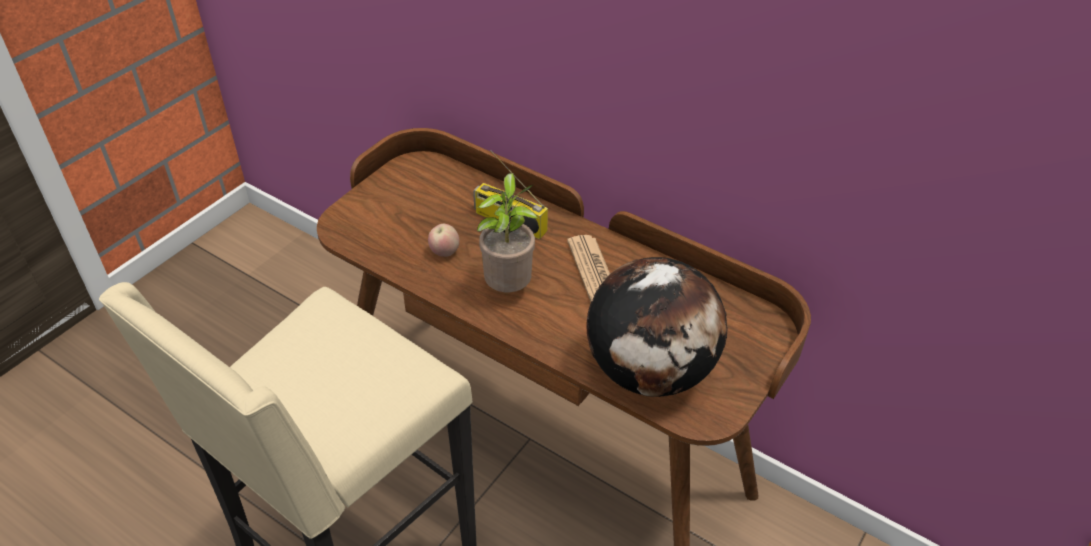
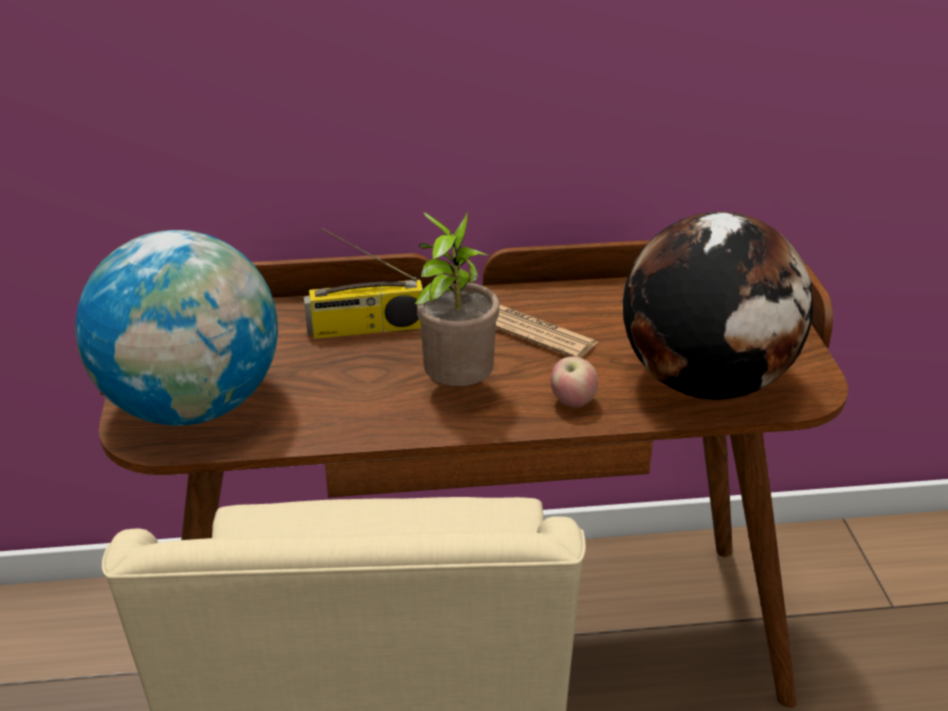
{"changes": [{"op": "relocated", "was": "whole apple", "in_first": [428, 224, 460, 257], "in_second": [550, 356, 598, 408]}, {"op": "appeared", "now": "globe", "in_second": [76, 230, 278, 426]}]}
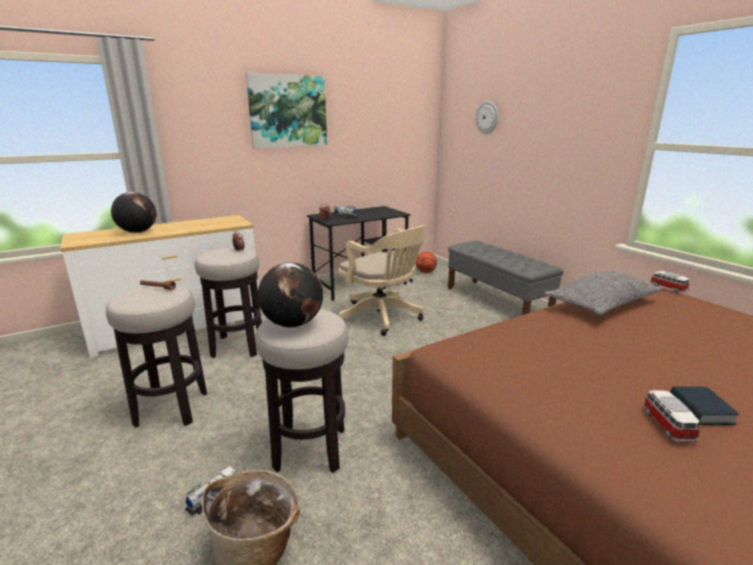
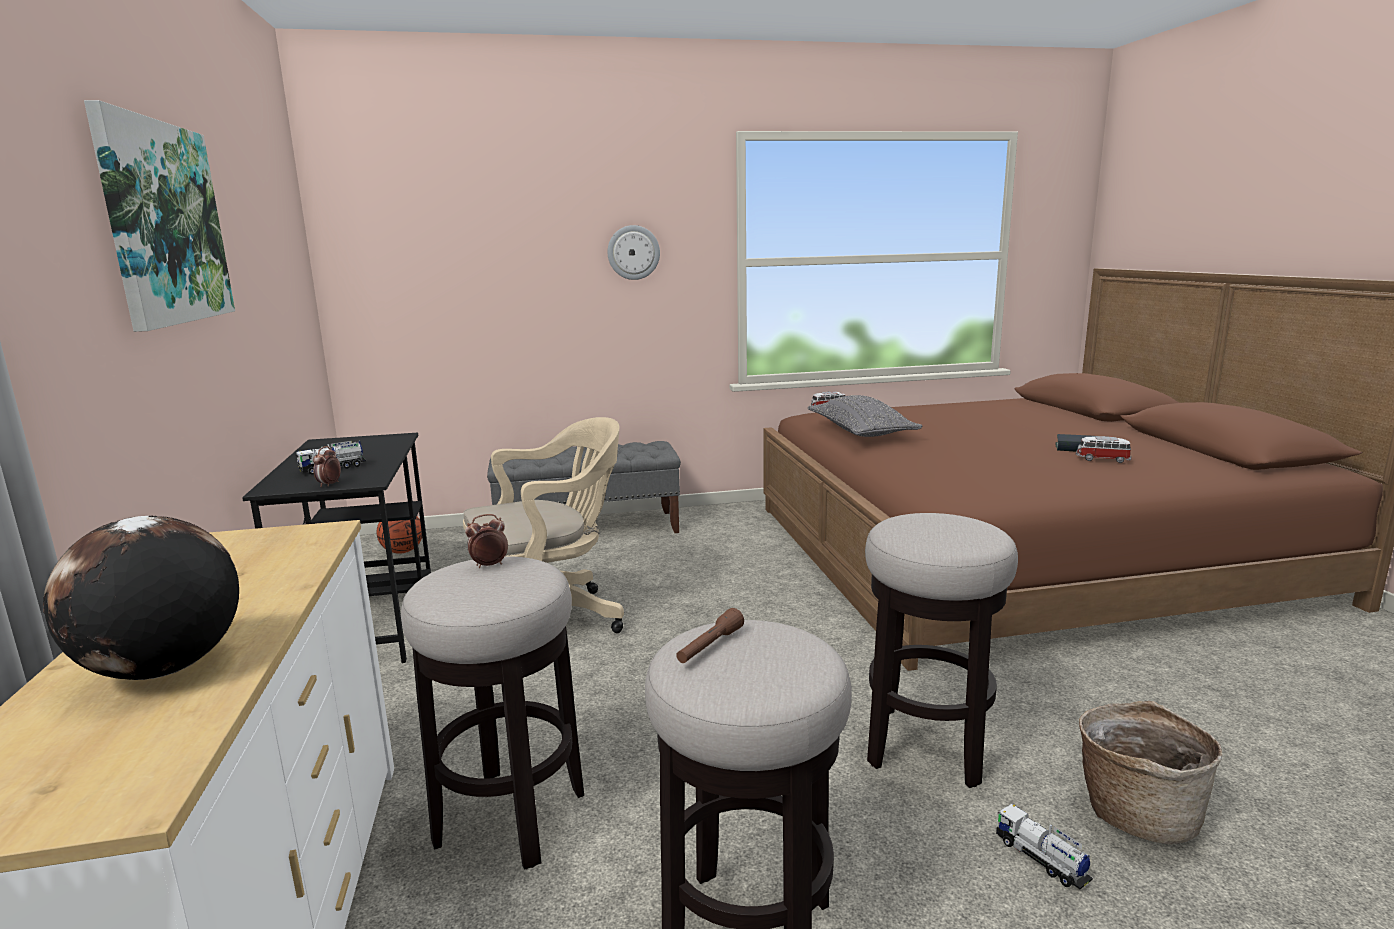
{"changes": [{"op": "missing", "was": "globe", "in_first": [258, 262, 323, 328]}, {"op": "relocated", "was": "clock on the wall", "in_first": [476, 101, 498, 134], "in_second": [607, 225, 660, 280]}]}
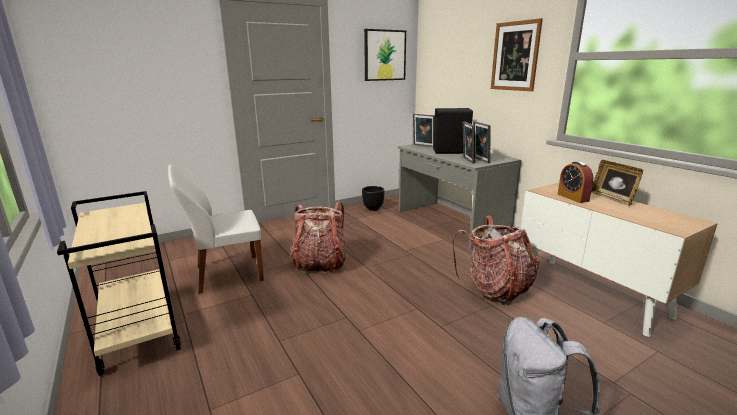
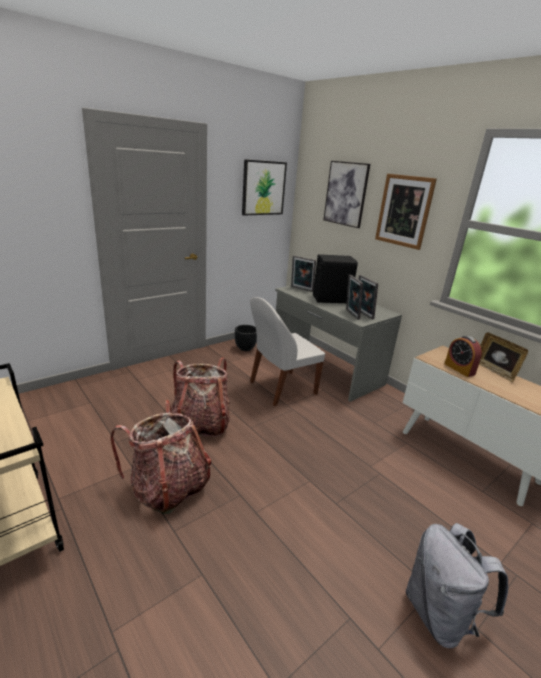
{"changes": [{"op": "relocated", "was": "white plain chair", "in_first": [168, 165, 264, 294], "in_second": [250, 297, 325, 406]}, {"op": "relocated", "was": "backpack", "in_first": [452, 215, 540, 305], "in_second": [110, 400, 211, 514]}, {"op": "appeared", "now": "wall picture", "in_second": [323, 161, 370, 228]}]}
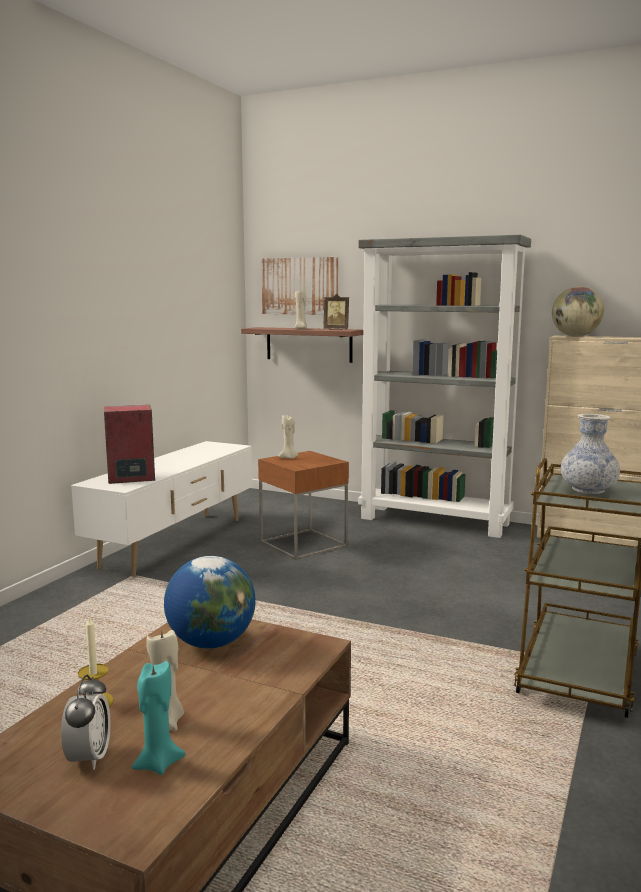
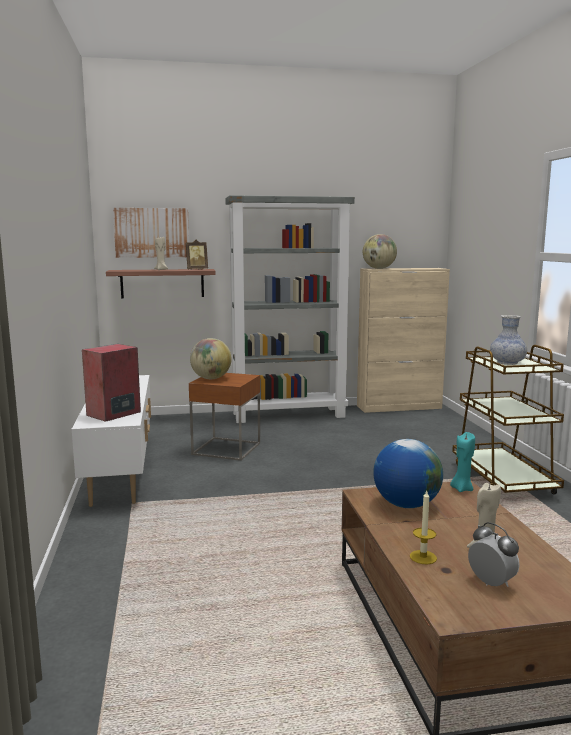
{"changes": [{"op": "relocated", "was": "turquoise-coloured candle", "in_first": [132, 661, 185, 775], "in_second": [450, 432, 475, 492]}, {"op": "exchanged", "was": "beige candle", "now": "globe", "in_first": [279, 415, 298, 459], "in_second": [190, 338, 232, 379]}]}
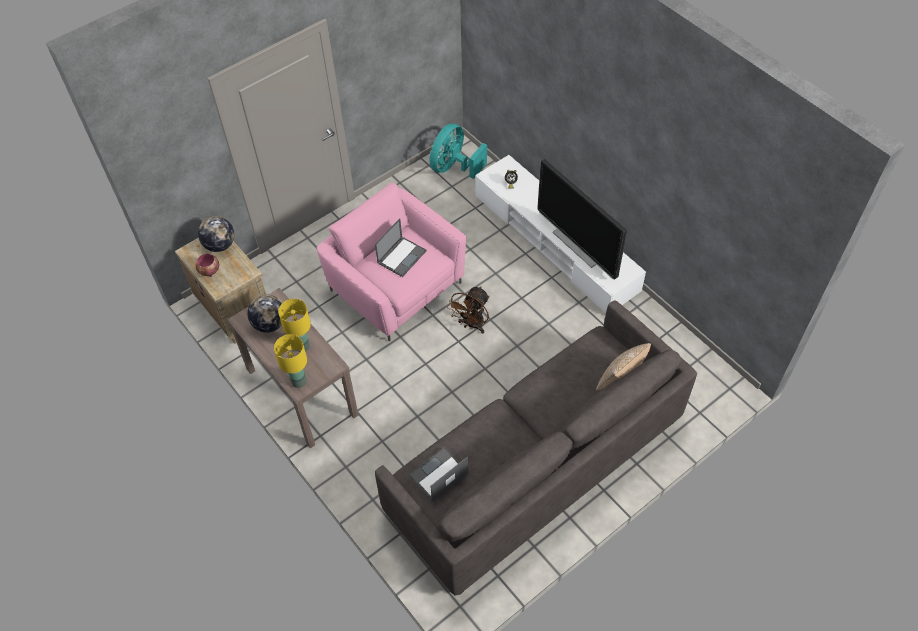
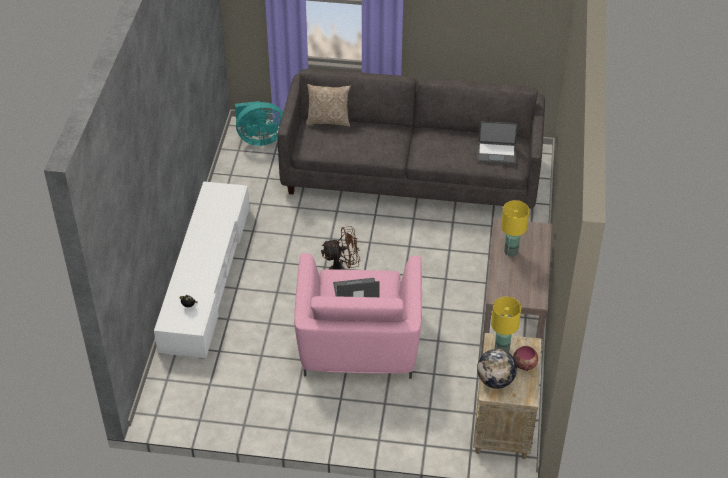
{"changes": [{"op": "missing", "was": "globe", "in_first": [247, 294, 283, 333]}, {"op": "relocated", "was": "yellow tabletop lamp", "in_first": [274, 334, 307, 388], "in_second": [491, 297, 521, 352]}, {"op": "relocated", "was": "turquoise-coloured fan", "in_first": [430, 123, 487, 179], "in_second": [235, 101, 283, 146]}, {"op": "missing", "was": "television", "in_first": [537, 159, 627, 279]}]}
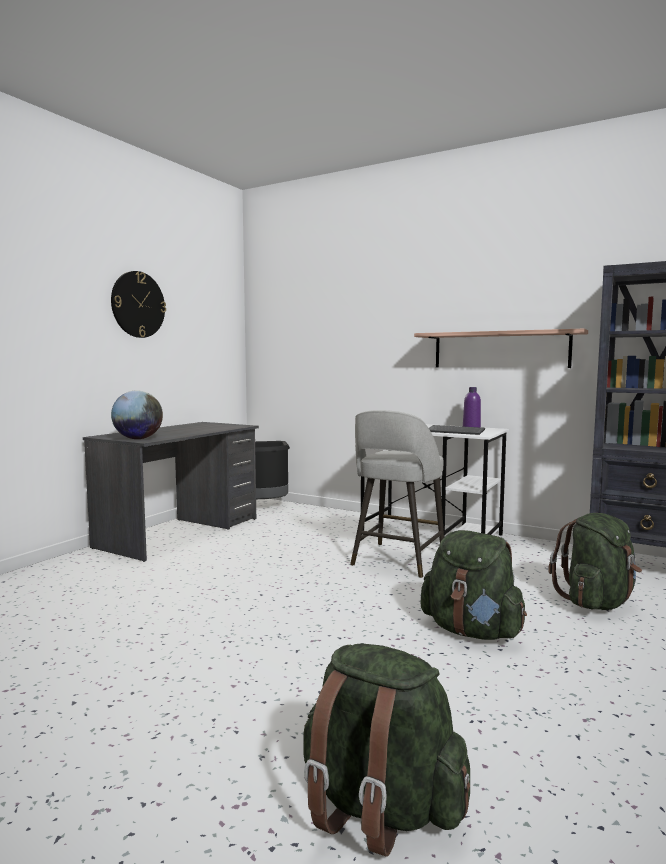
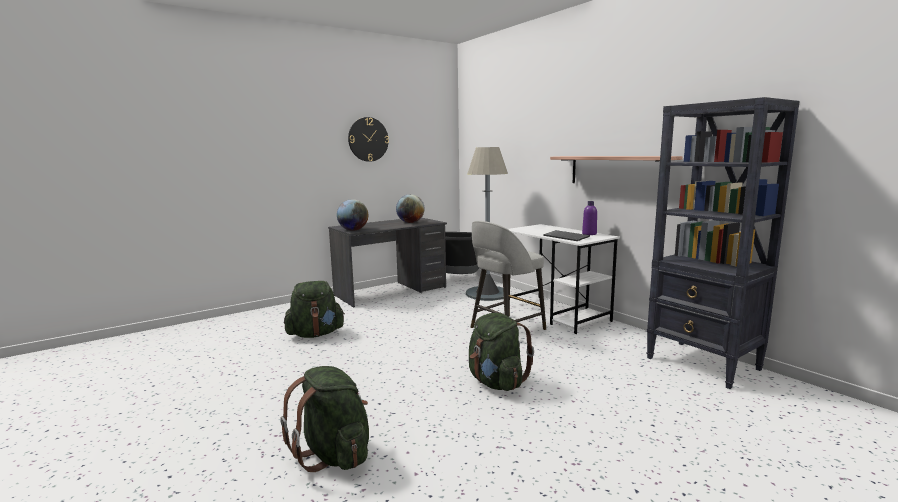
{"changes": [{"op": "relocated", "was": "green backpack", "in_first": [549, 513, 642, 610], "in_second": [284, 281, 345, 338]}, {"op": "appeared", "now": "globe", "in_second": [396, 194, 425, 223]}, {"op": "appeared", "now": "greyish floor lamp", "in_second": [466, 147, 508, 301]}]}
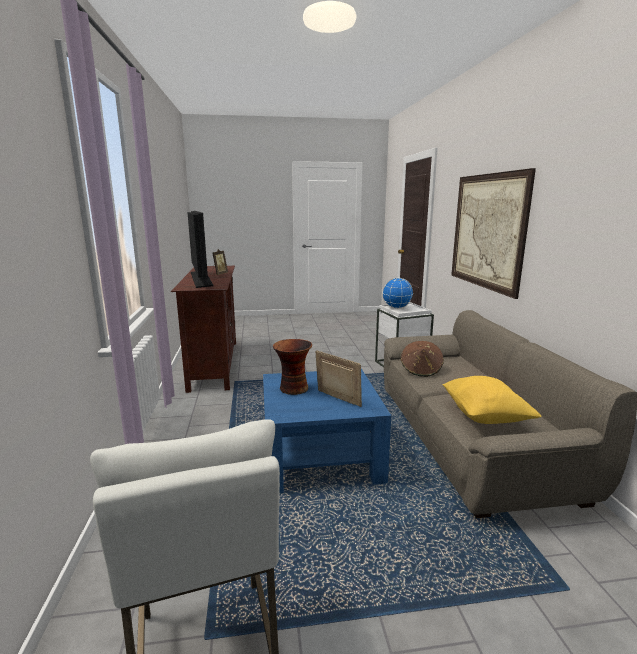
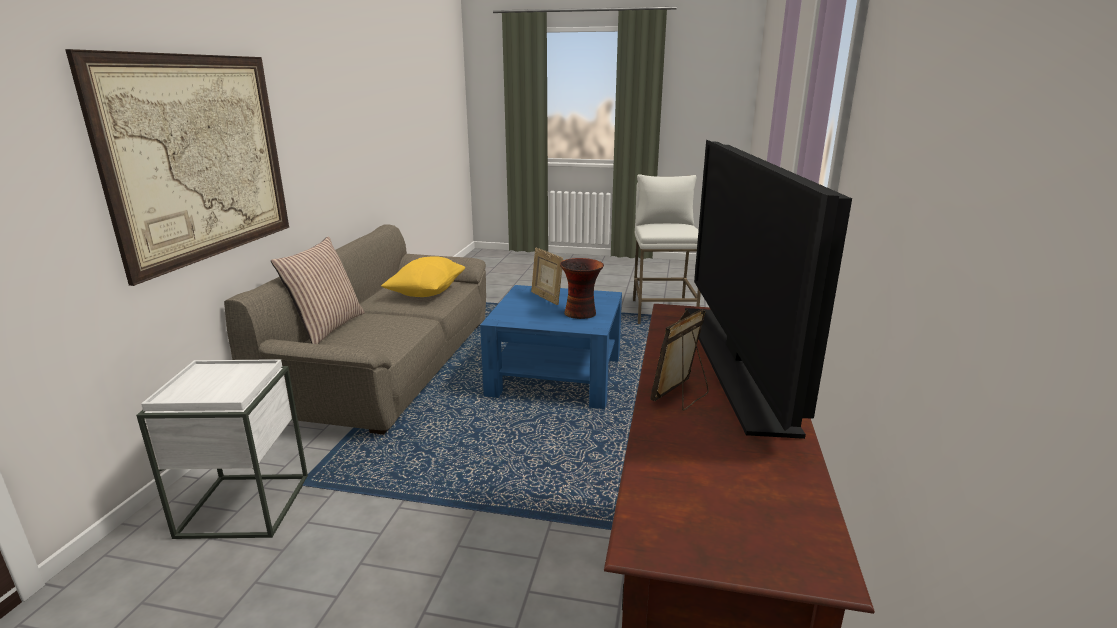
{"changes": [{"op": "missing", "was": "globe", "in_first": [382, 278, 413, 308]}, {"op": "missing", "was": "brown hat", "in_first": [400, 341, 444, 377]}, {"op": "appeared", "now": "throw pillow", "in_second": [271, 236, 365, 344]}]}
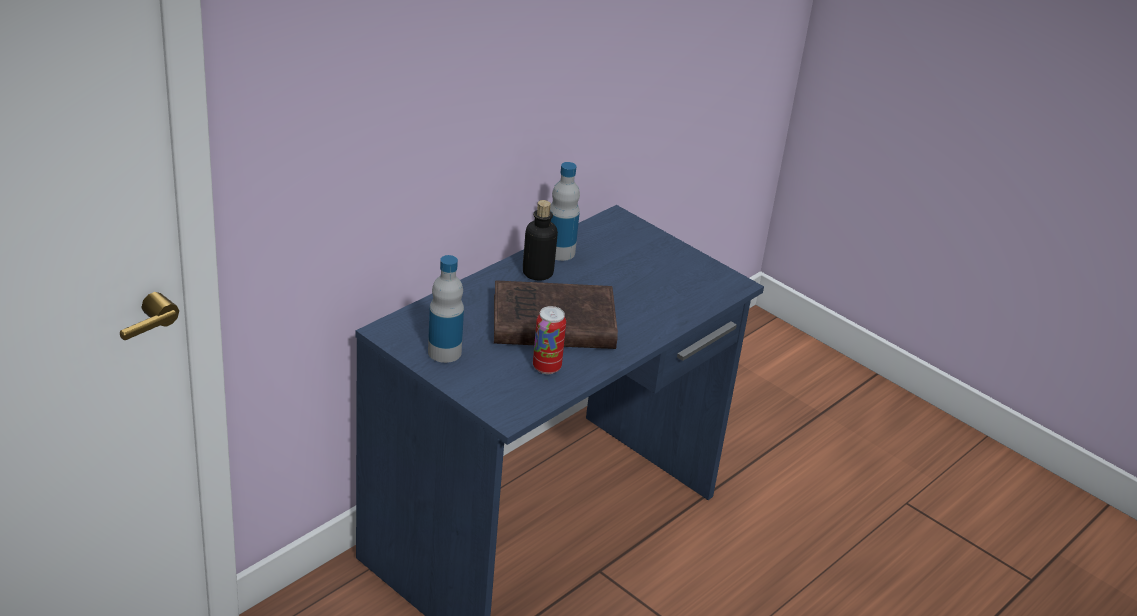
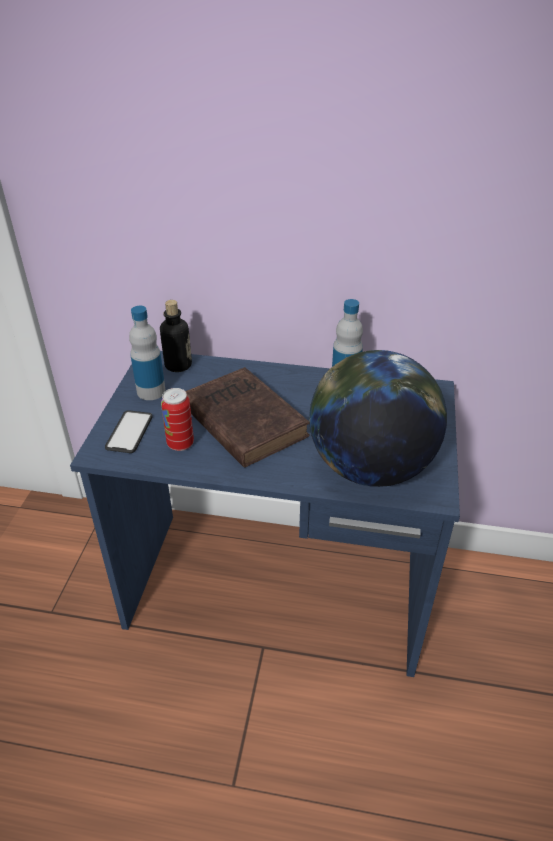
{"changes": [{"op": "relocated", "was": "beverage bottle", "in_first": [523, 200, 558, 280], "in_second": [160, 300, 192, 372]}, {"op": "appeared", "now": "phone", "in_second": [105, 410, 153, 453]}, {"op": "appeared", "now": "globe", "in_second": [309, 350, 447, 487]}]}
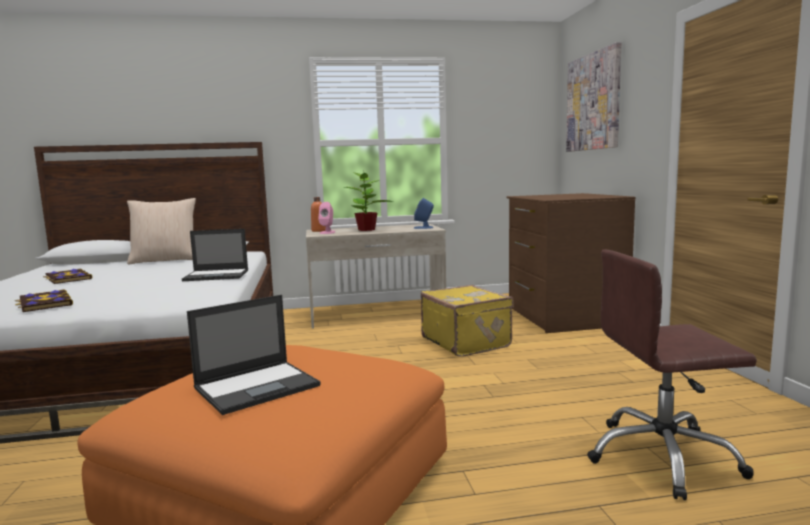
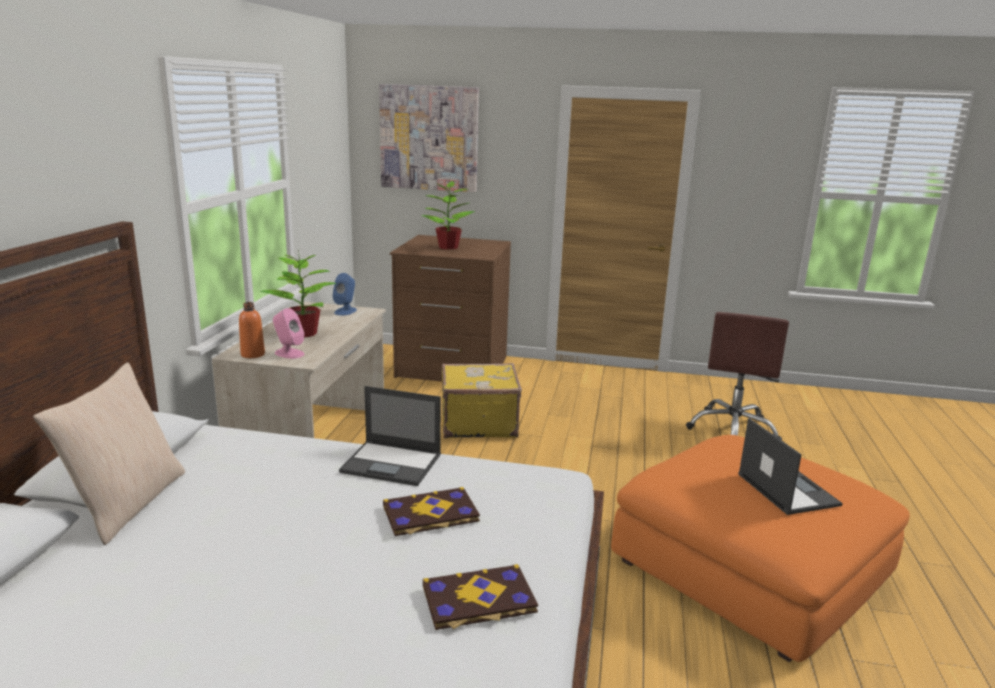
{"changes": [{"op": "relocated", "was": "volume", "in_first": [43, 269, 93, 284], "in_second": [383, 487, 480, 536]}, {"op": "spun", "was": "notebook computer", "in_first": [182, 229, 248, 281], "in_second": [339, 386, 441, 486], "clockwise": 90}, {"op": "appeared", "now": "potted plant", "in_second": [421, 181, 475, 250]}]}
